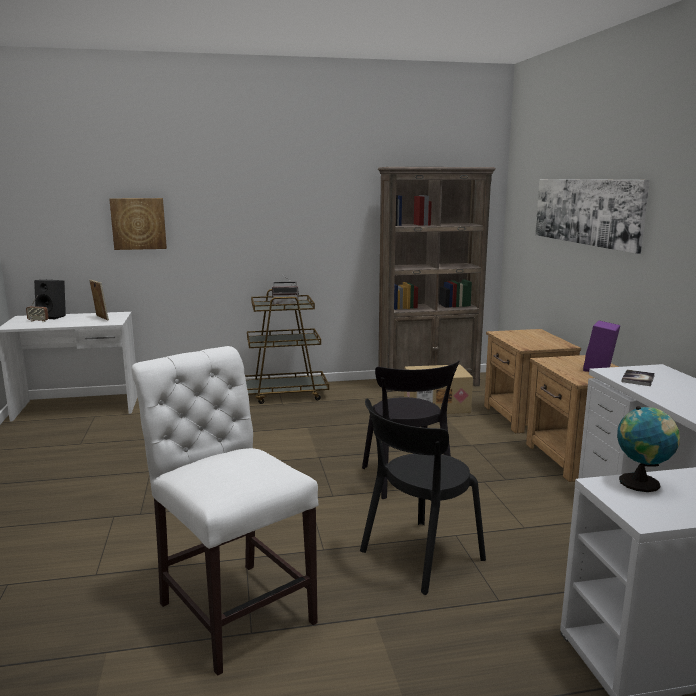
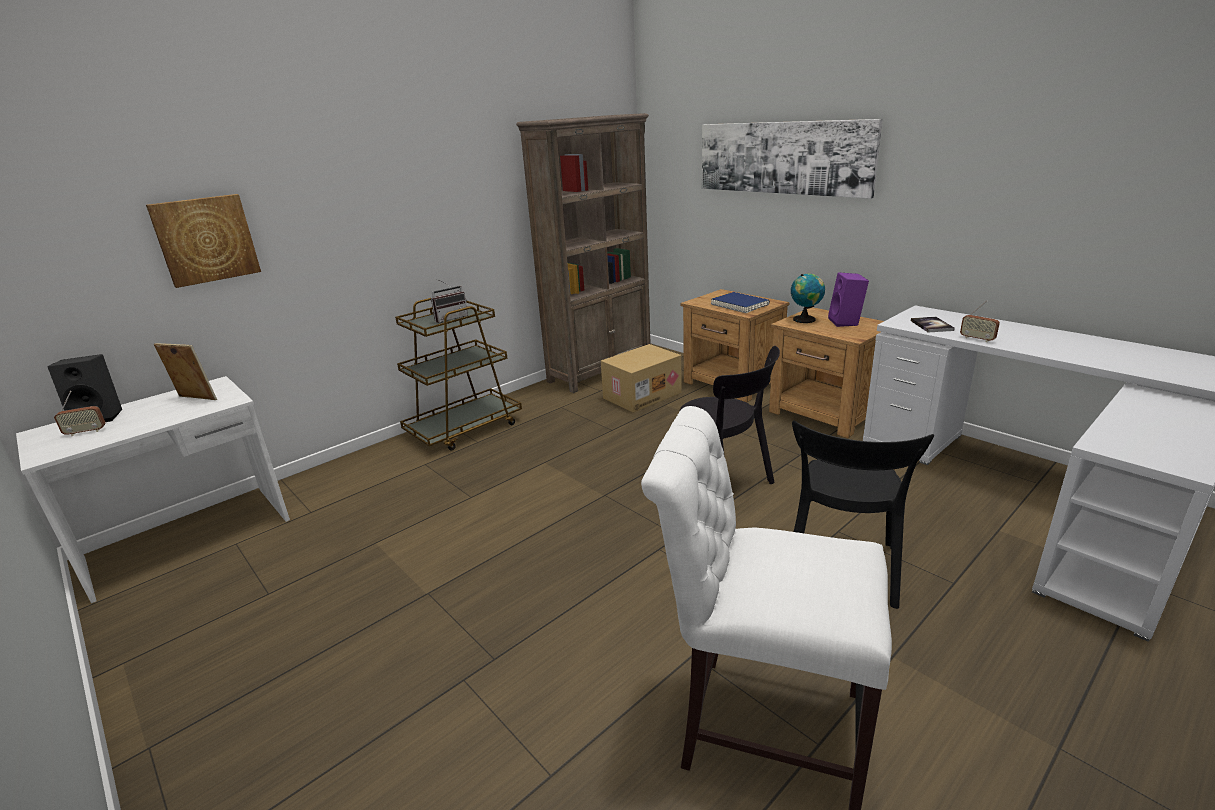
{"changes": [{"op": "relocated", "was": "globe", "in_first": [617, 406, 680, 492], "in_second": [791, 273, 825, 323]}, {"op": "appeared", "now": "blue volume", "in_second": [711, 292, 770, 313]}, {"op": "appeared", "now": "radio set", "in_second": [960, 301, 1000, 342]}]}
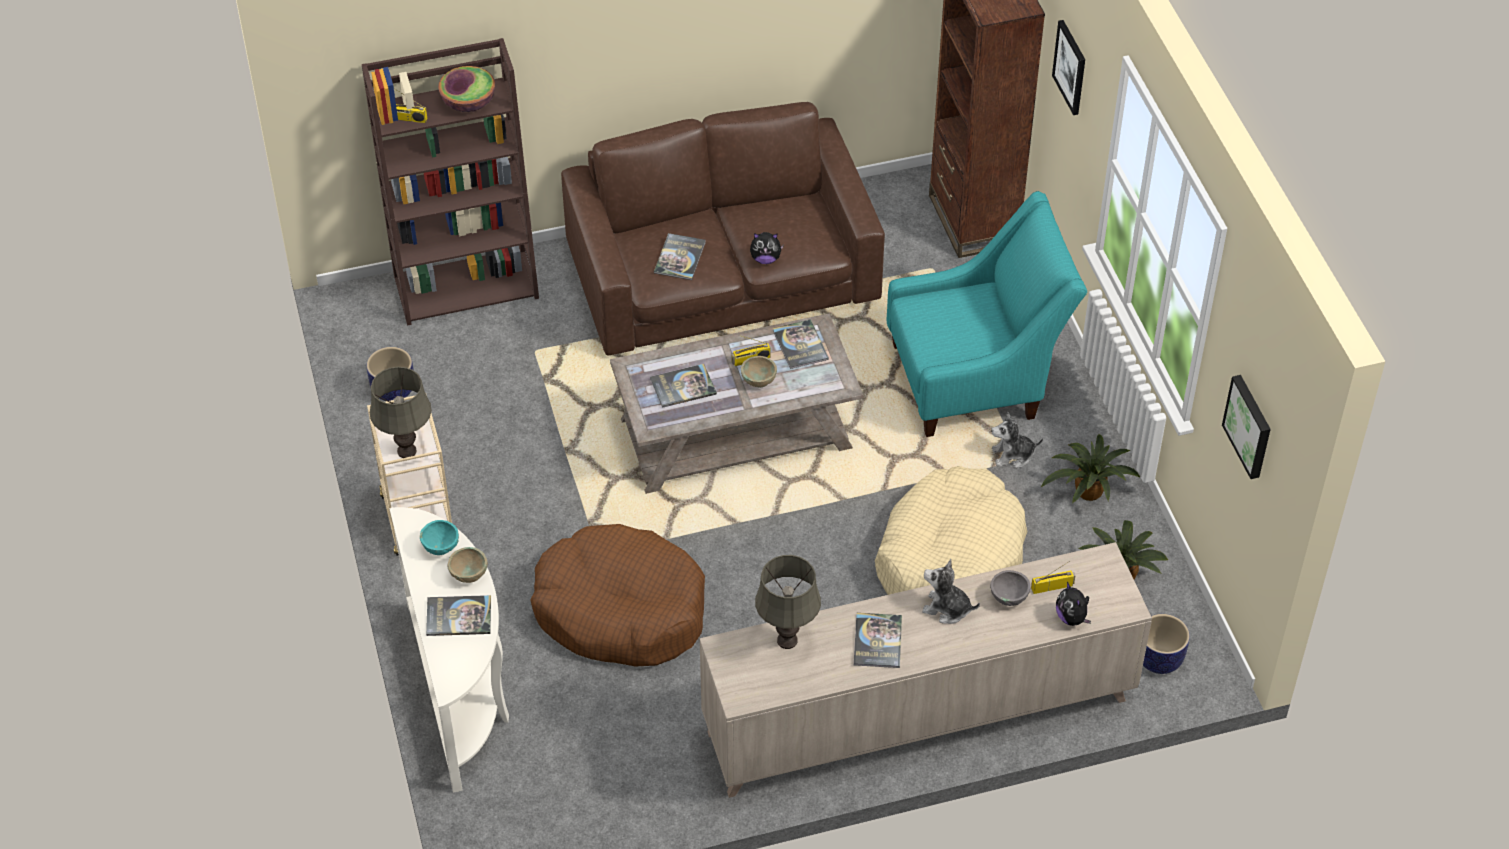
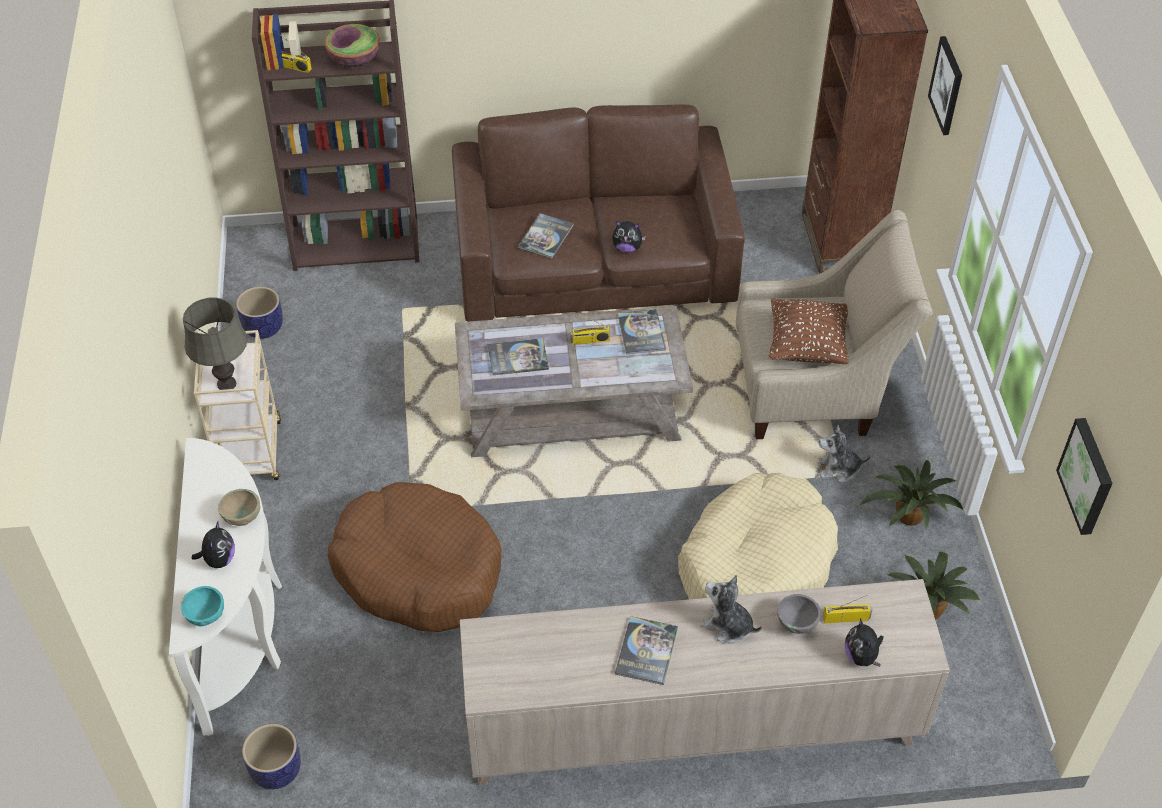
{"changes": [{"op": "relocated", "was": "turquoise-coloured deep dish", "in_first": [420, 520, 459, 555], "in_second": [181, 586, 224, 626]}, {"op": "exchanged", "was": "volume", "now": "cuddly toy", "in_first": [426, 595, 491, 636], "in_second": [192, 521, 235, 568]}, {"op": "missing", "was": "beige deep dish", "in_first": [741, 356, 777, 388]}, {"op": "missing", "was": "greyish tabletop lamp", "in_first": [755, 555, 821, 649]}, {"op": "colour", "was": "turquoise-coloured armchair", "now": "beige armchair", "in_first": [887, 191, 1087, 437], "in_second": [736, 209, 933, 439]}, {"op": "relocated", "was": "planter", "in_first": [1143, 614, 1190, 674], "in_second": [242, 724, 301, 789]}, {"op": "appeared", "now": "brown throw pillow", "in_second": [769, 298, 849, 364]}]}
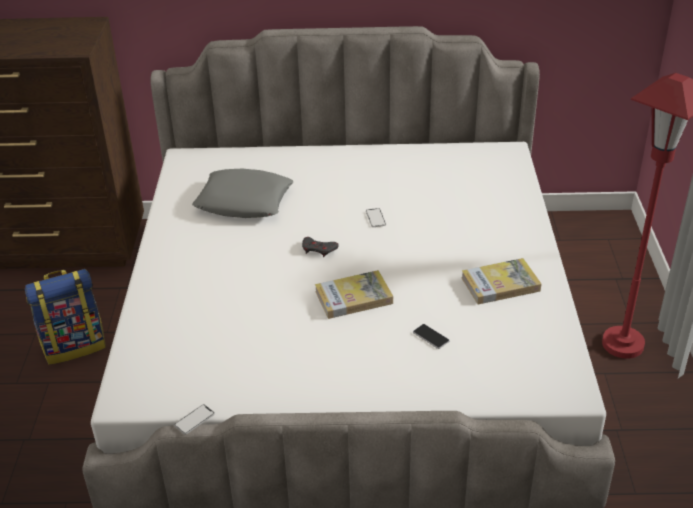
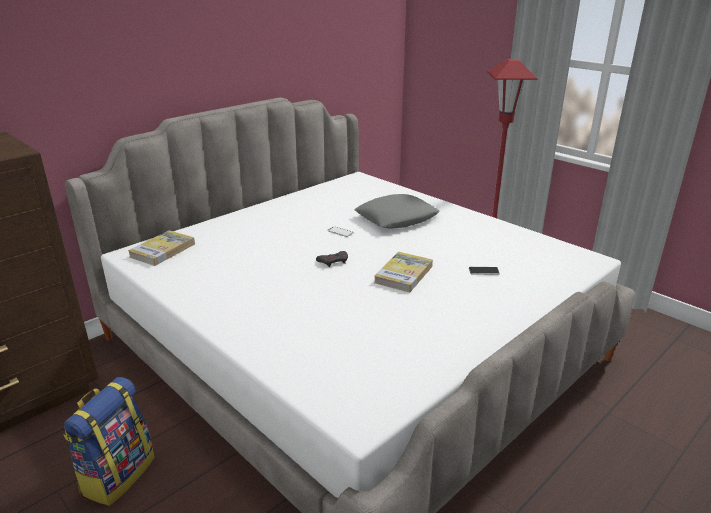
{"changes": [{"op": "missing", "was": "phone", "in_first": [174, 404, 215, 434]}, {"op": "relocated", "was": "greyish throw pillow", "in_first": [192, 168, 293, 218], "in_second": [354, 194, 440, 229]}, {"op": "relocated", "was": "volume", "in_first": [461, 258, 542, 305], "in_second": [128, 230, 195, 266]}]}
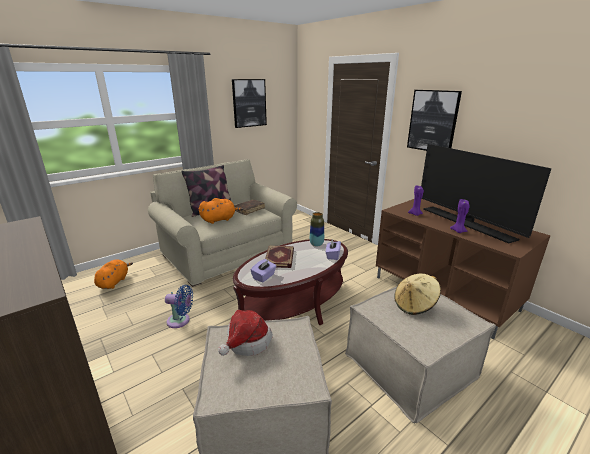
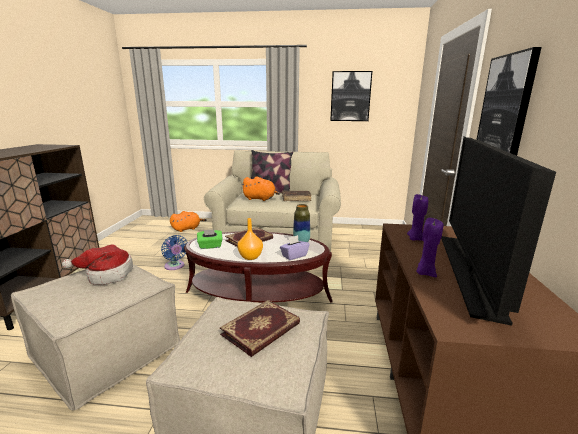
{"changes": [{"op": "colour", "was": "purplish tissue holder", "now": "green tissue holder", "in_first": [251, 259, 276, 282], "in_second": [197, 229, 223, 249]}, {"op": "exchanged", "was": "beige hat", "now": "volume", "in_first": [394, 274, 441, 315], "in_second": [220, 300, 300, 357]}, {"op": "appeared", "now": "orange vase", "in_second": [237, 218, 263, 260]}]}
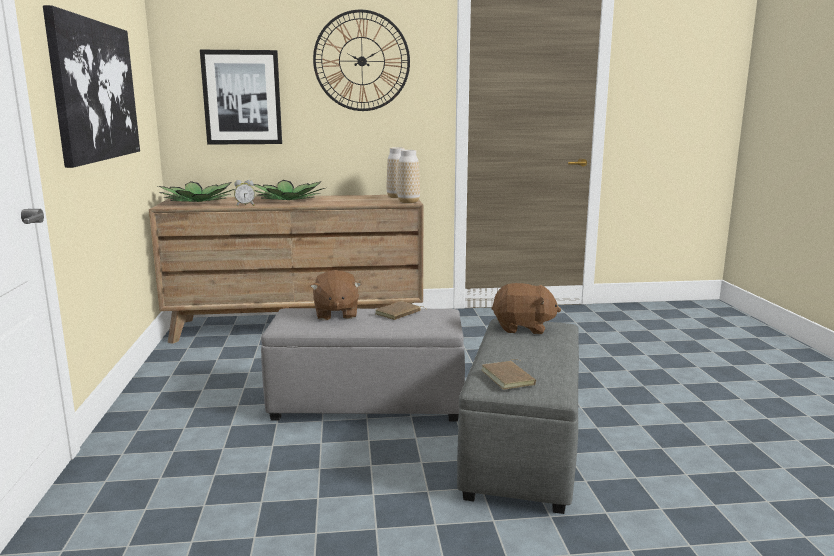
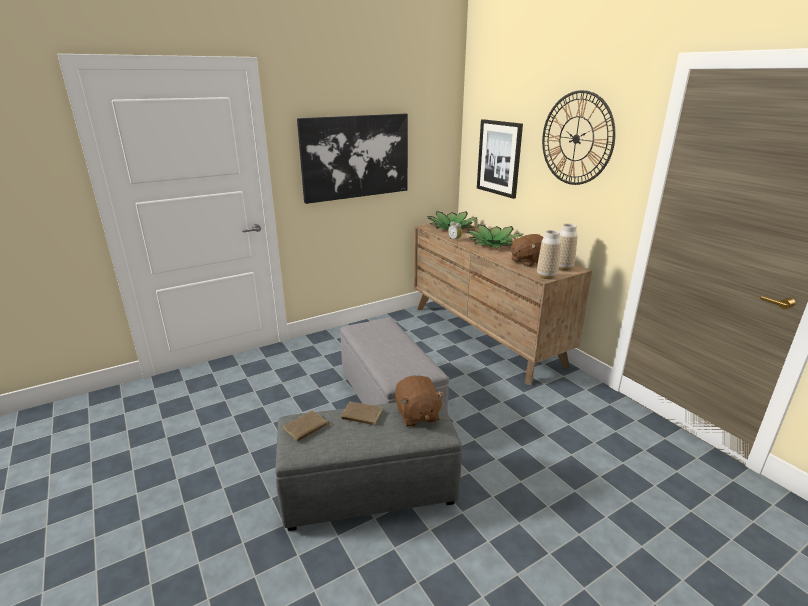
{"changes": [{"op": "relocated", "was": "brown cuddly toy", "in_first": [310, 270, 361, 320], "in_second": [511, 234, 544, 267]}, {"op": "relocated", "was": "brown volume", "in_first": [375, 301, 426, 320], "in_second": [341, 402, 383, 428]}]}
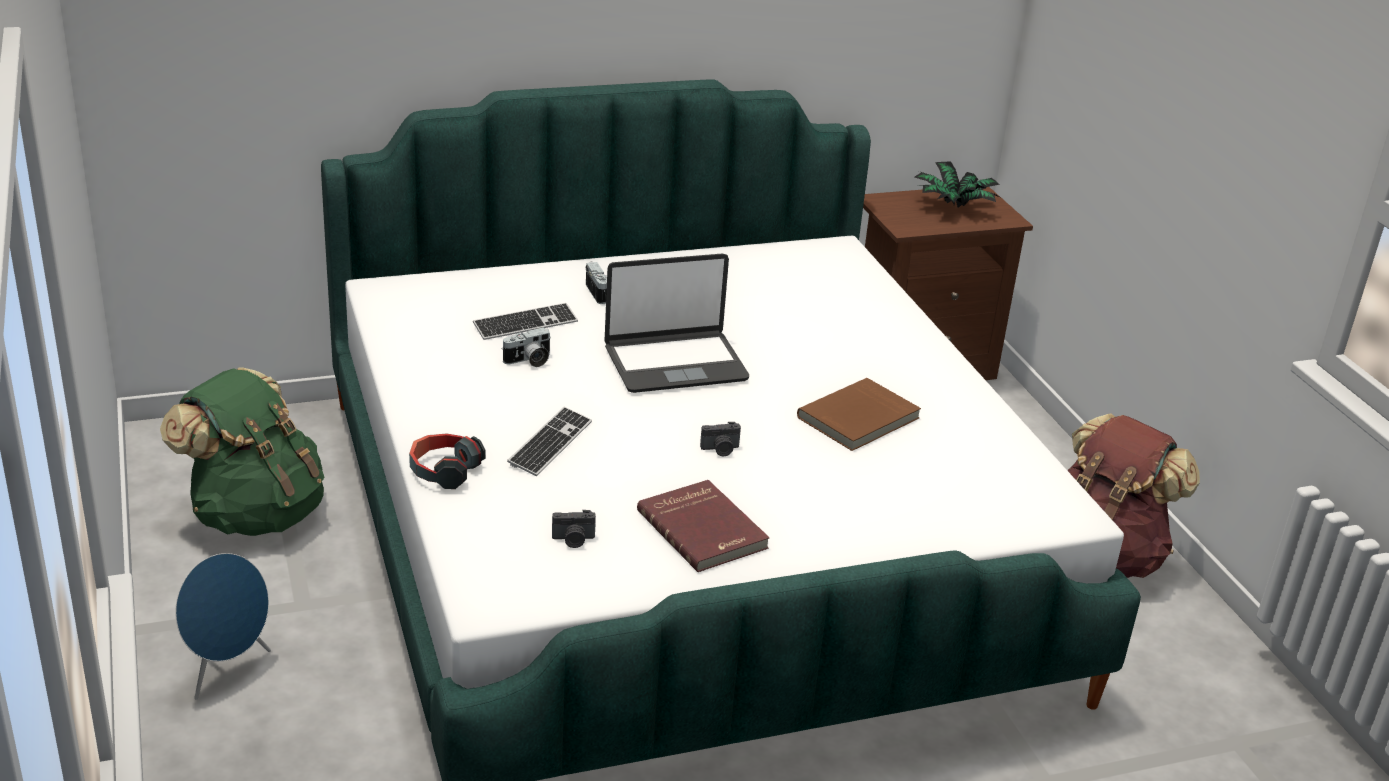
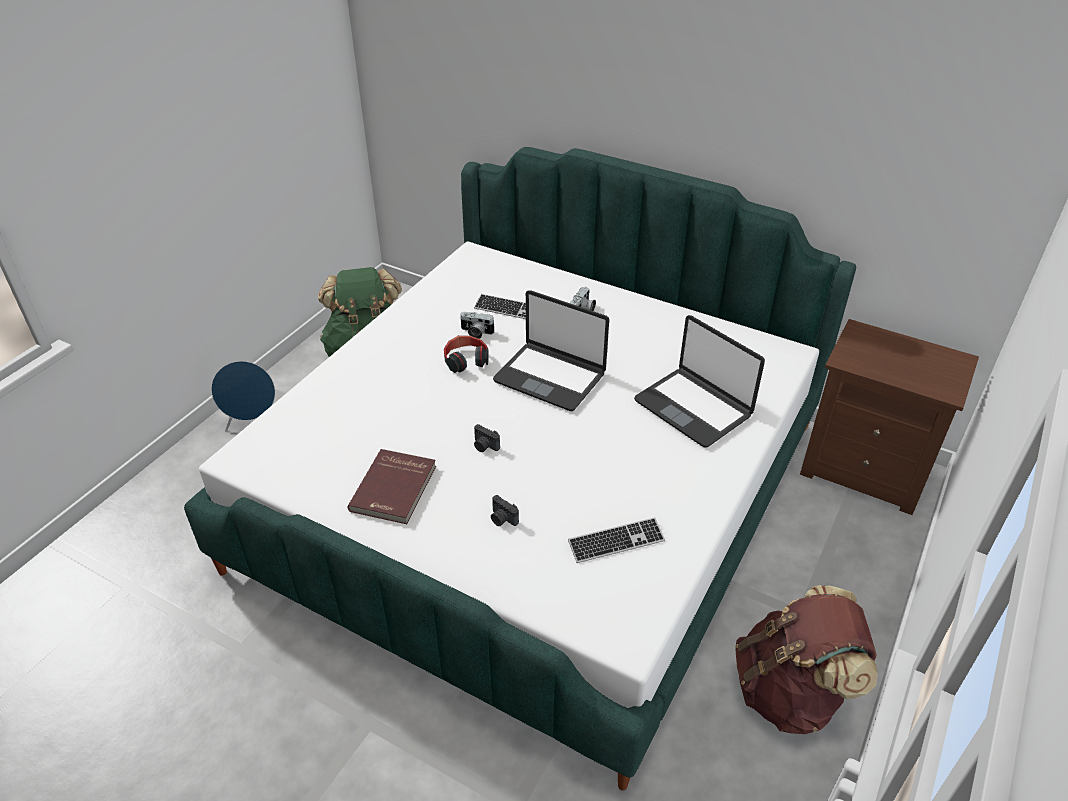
{"changes": [{"op": "relocated", "was": "headset", "in_first": [409, 433, 486, 489], "in_second": [444, 335, 489, 373]}, {"op": "relocated", "was": "PC keyboard", "in_first": [507, 407, 592, 476], "in_second": [568, 517, 665, 563]}, {"op": "relocated", "was": "photo camera", "in_first": [552, 510, 596, 548], "in_second": [491, 495, 519, 526]}, {"op": "missing", "was": "brown volume", "in_first": [797, 378, 921, 451]}, {"op": "missing", "was": "potted plant", "in_first": [914, 162, 1000, 208]}, {"op": "appeared", "now": "notebook computer", "in_second": [634, 315, 765, 448]}]}
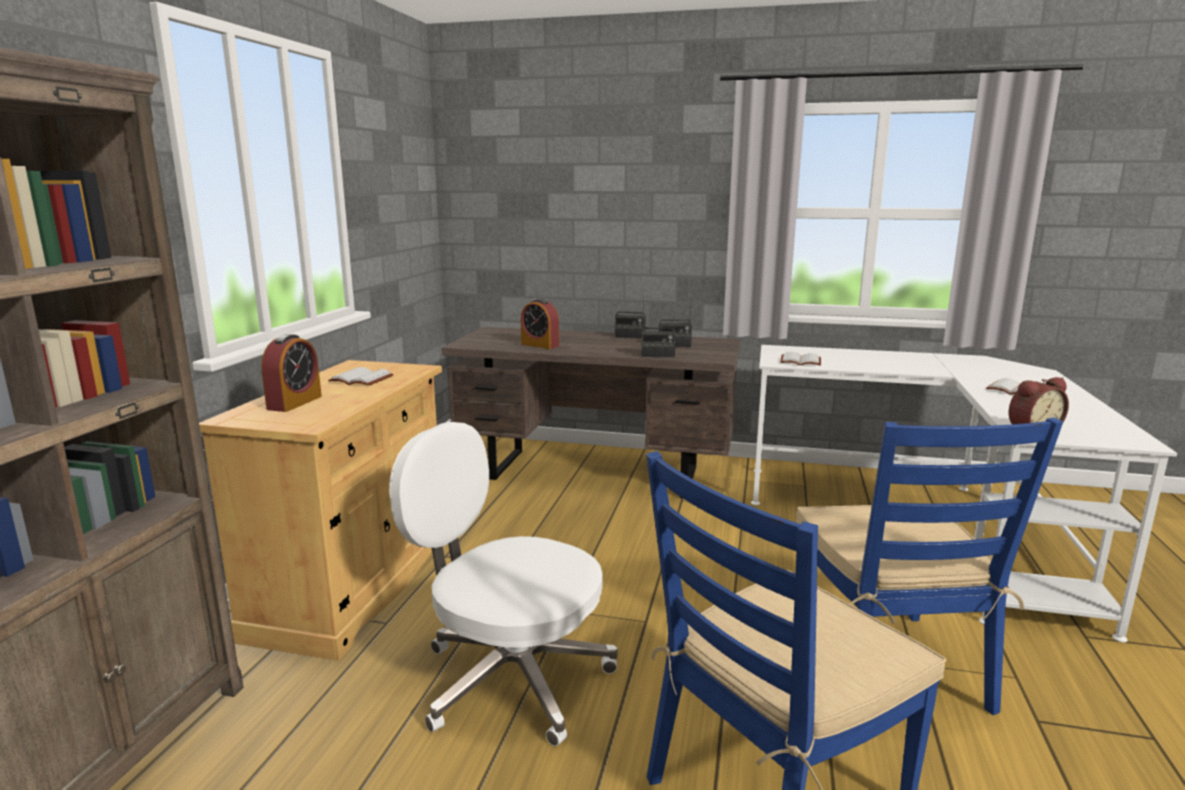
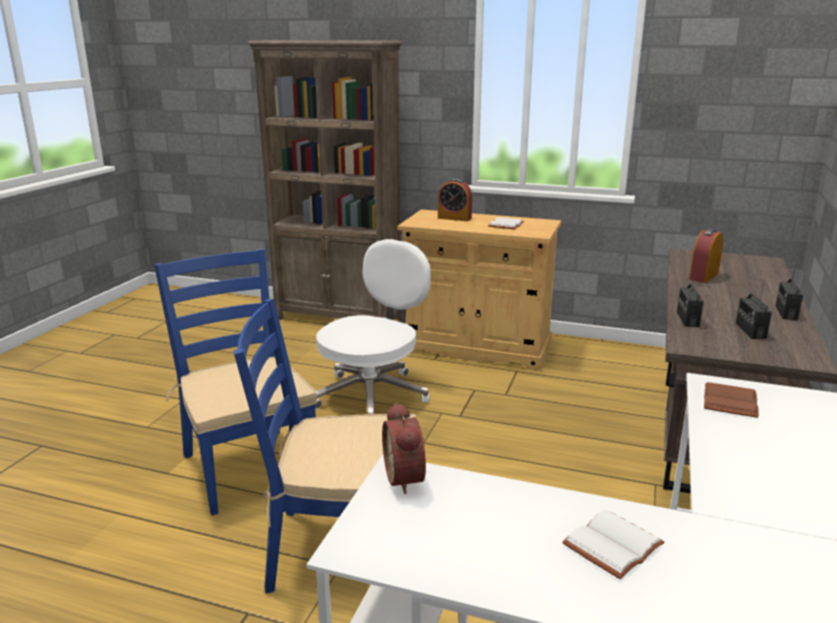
{"changes": [{"op": "colour", "was": "white volume", "now": "brown volume", "in_first": [780, 352, 821, 366], "in_second": [704, 382, 759, 418]}]}
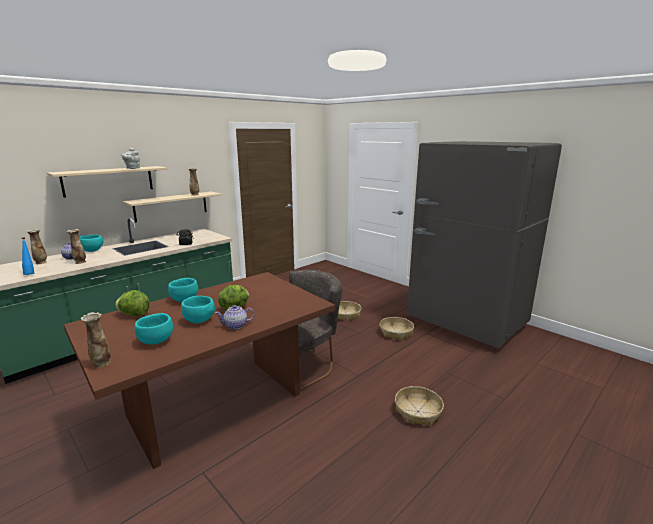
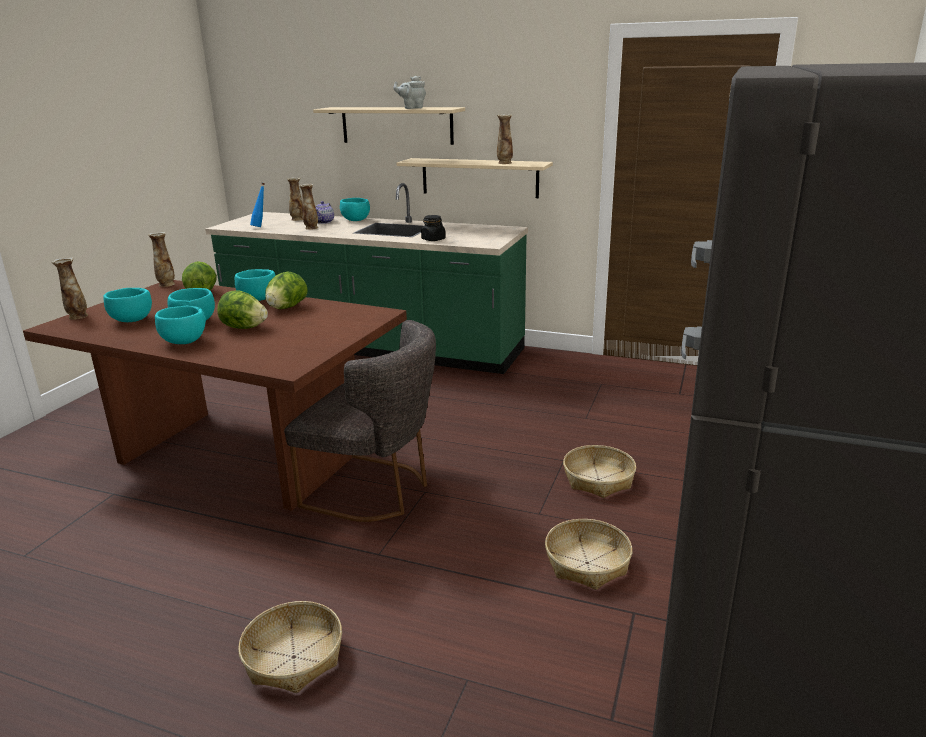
{"changes": [{"op": "exchanged", "was": "teapot", "now": "turquoise-coloured deep dish", "in_first": [215, 305, 254, 329], "in_second": [155, 306, 206, 344]}, {"op": "appeared", "now": "vase", "in_second": [148, 232, 175, 287]}, {"op": "appeared", "now": "lettuce", "in_second": [265, 272, 308, 309]}]}
